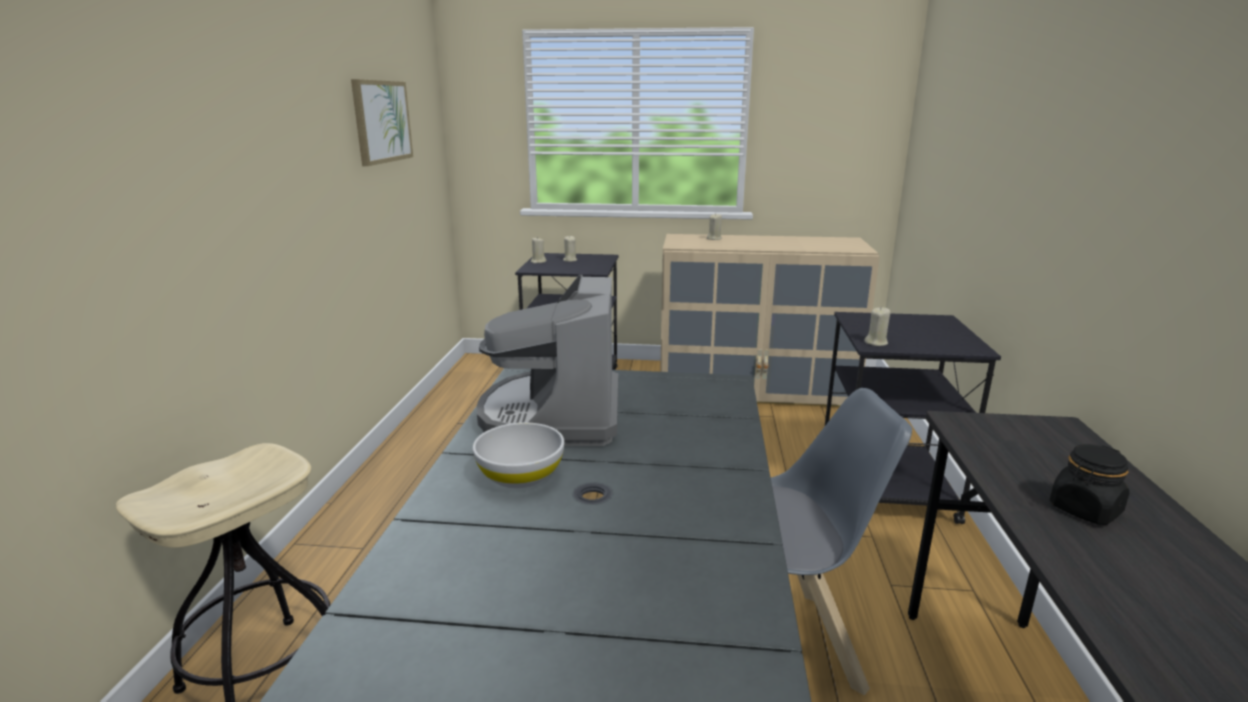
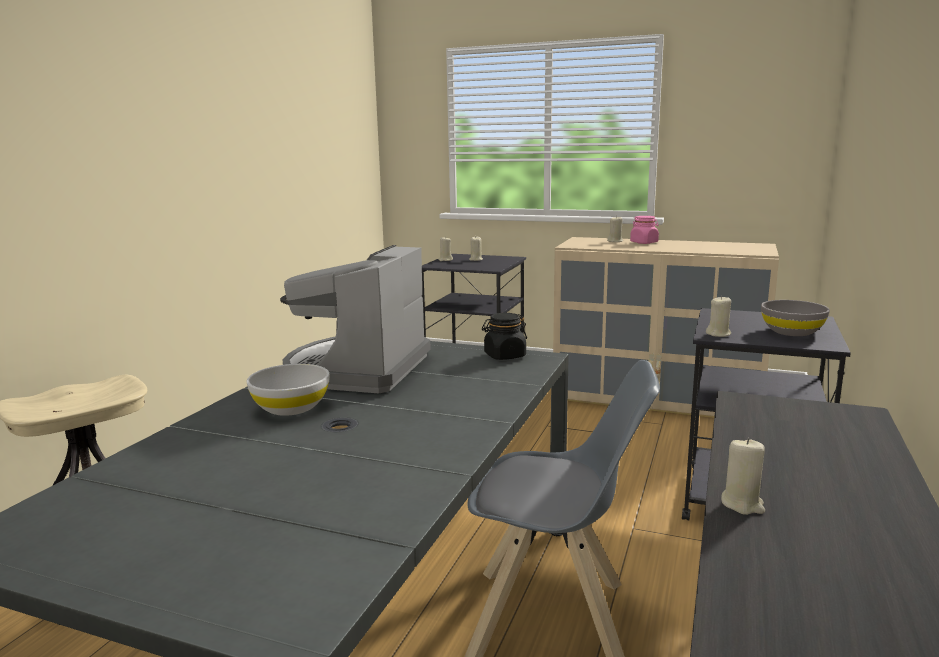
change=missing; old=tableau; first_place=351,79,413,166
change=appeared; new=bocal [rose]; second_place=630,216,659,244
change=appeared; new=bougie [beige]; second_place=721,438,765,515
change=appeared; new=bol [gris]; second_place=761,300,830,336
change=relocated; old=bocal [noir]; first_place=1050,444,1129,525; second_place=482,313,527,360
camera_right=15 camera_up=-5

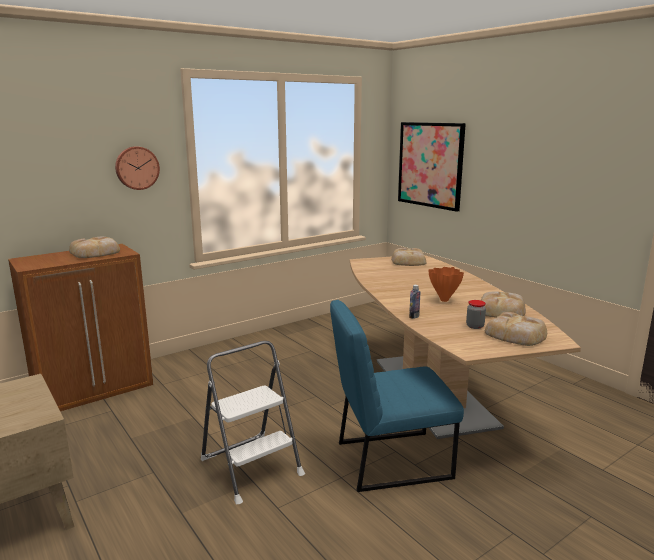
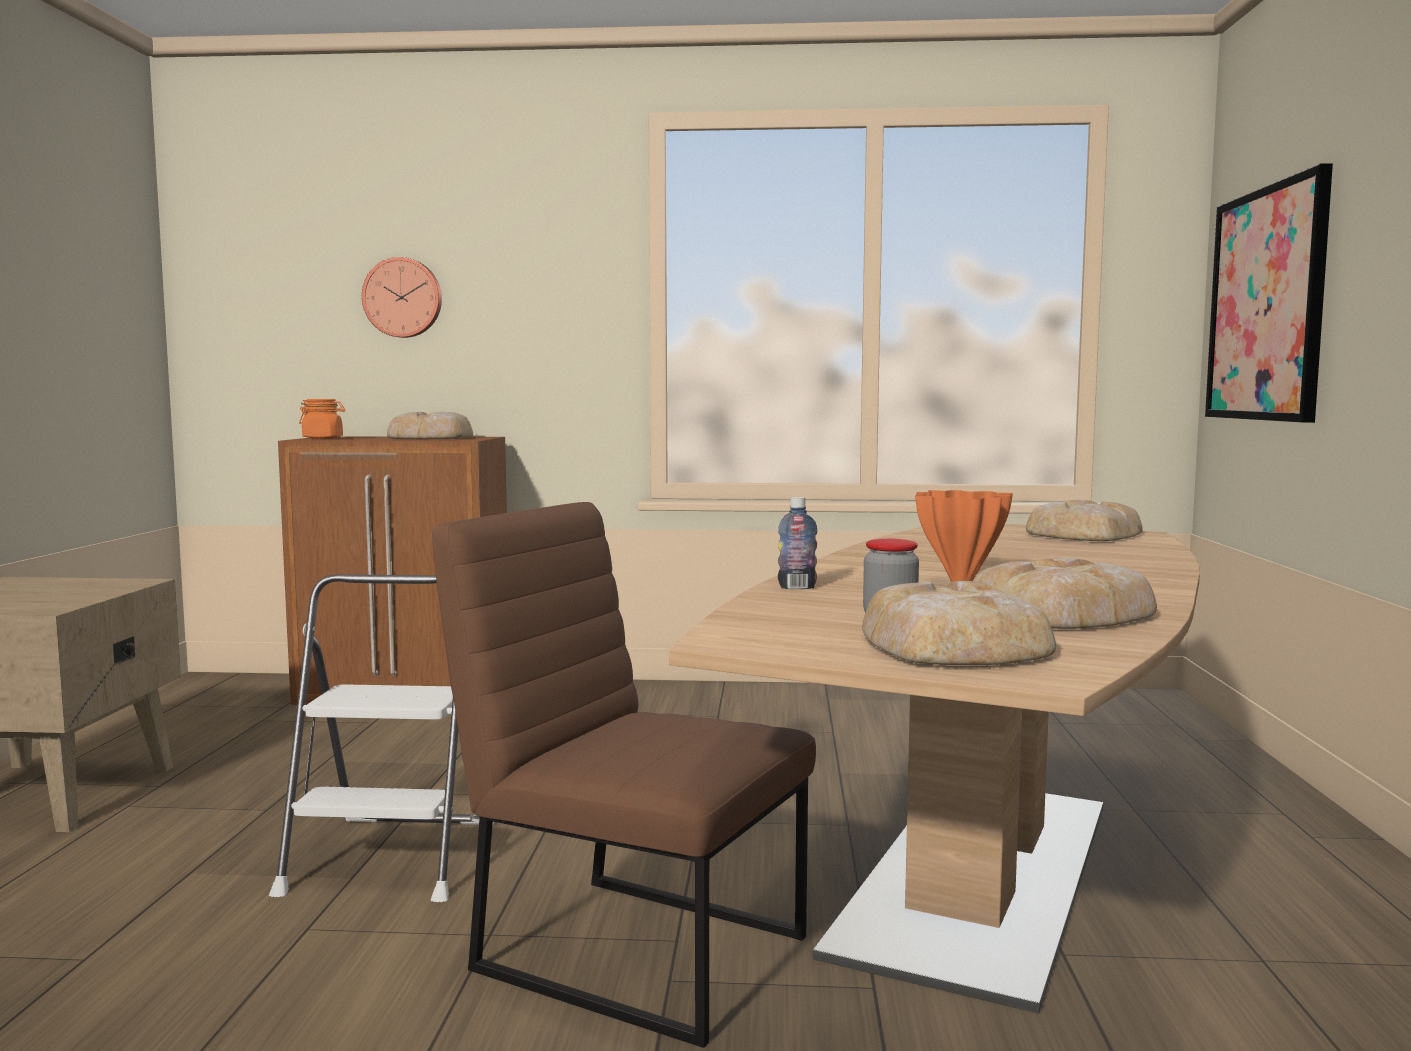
change=appeared; new=bocal [orange]; second_place=299,399,345,439
change=relocated; old=horloge murale; first_place=115,146,160,190; second_place=362,257,442,338
change=colour; old=chaise [bleu]; new=chaise [marron]; first_place=330,300,464,492; second_place=432,502,816,1048
camera_right=40 camera_up=-10

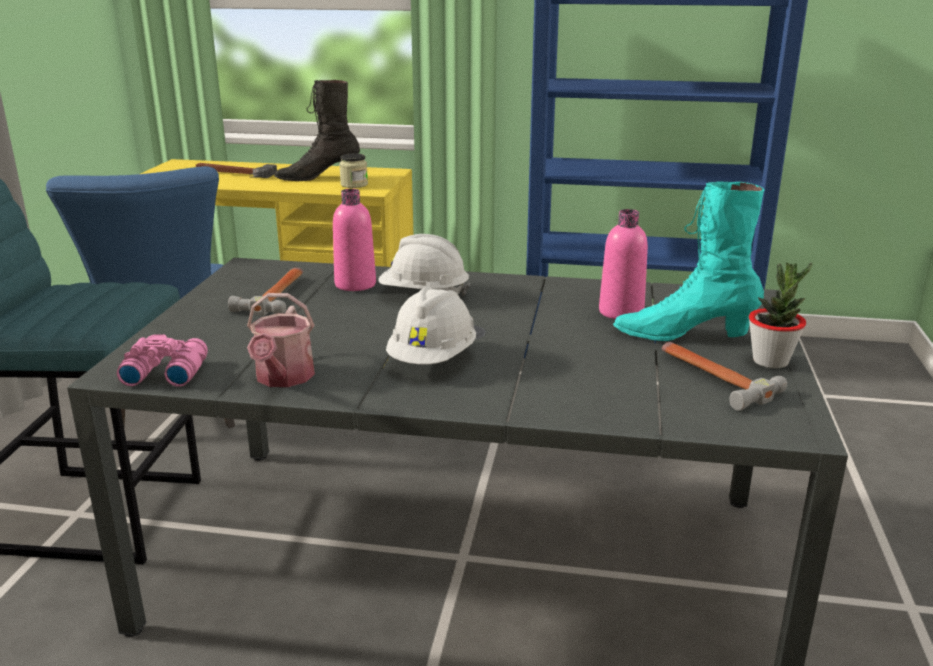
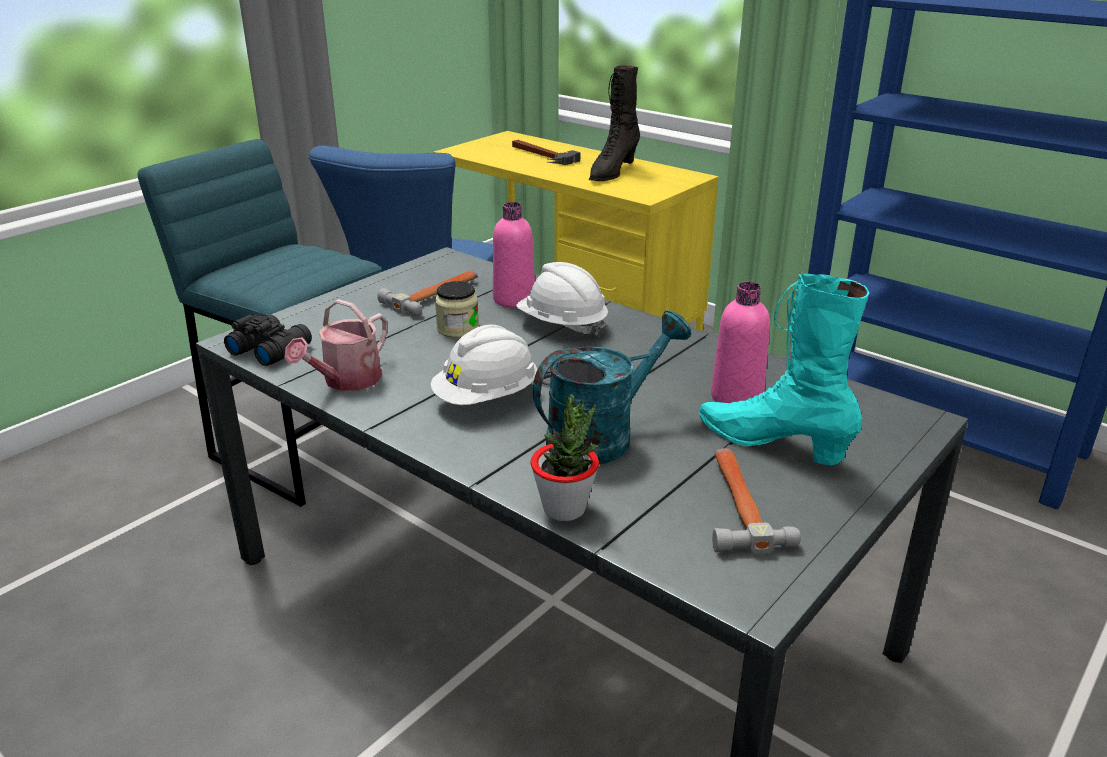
change=appeared; new=arrosoir [turquoise]; second_place=533,310,691,465
change=relocated; old=bocal; first_place=339,153,368,188; second_place=435,281,479,338
change=relocated; old=plante en pot; first_place=749,262,813,368; second_place=530,395,600,521
change=colour; old=jumelles [rose]; new=jumelles [noir]; first_place=117,334,208,387; second_place=224,314,312,366
change=spun; old=botte [noir]; first_place=275,80,360,181; second_place=589,66,640,181; degrees=-75
camera_right=30 camera_up=5

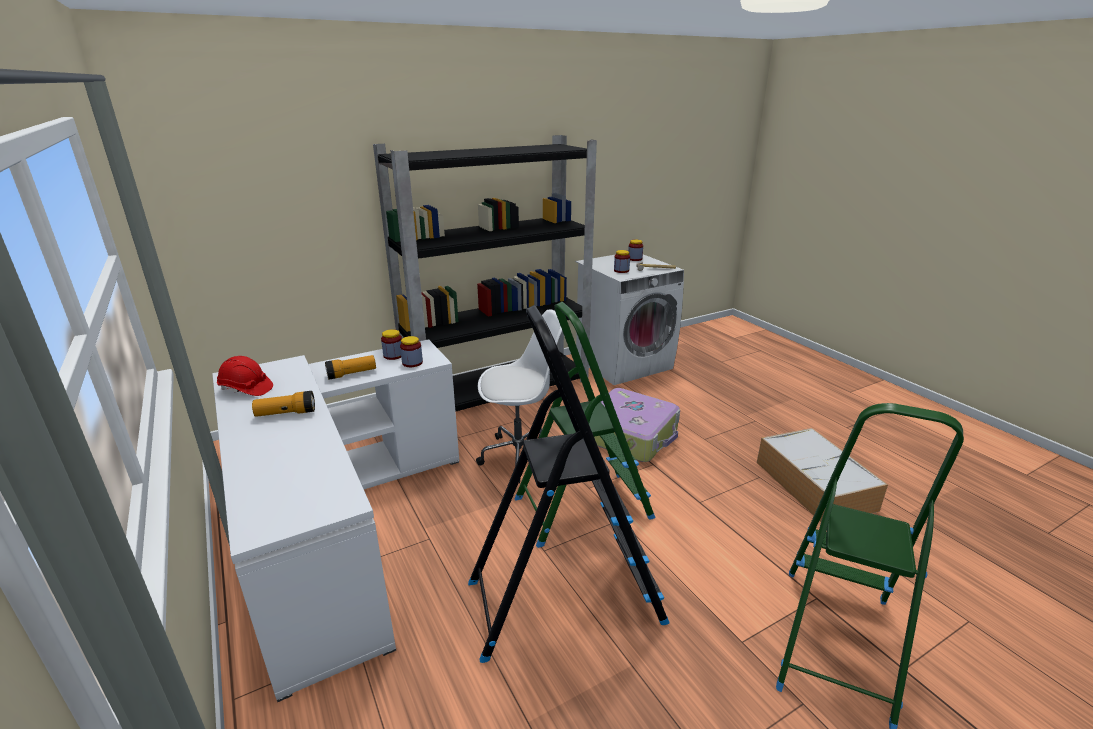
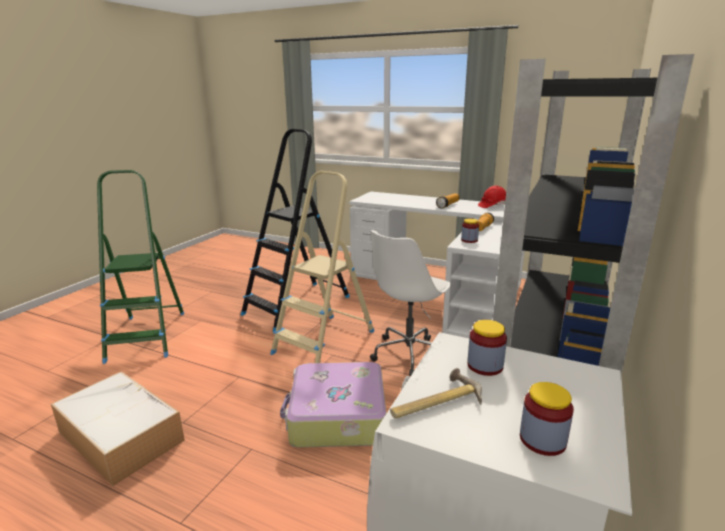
change=missing; old=bocal; first_place=381,329,402,360
change=colour; old=escabeau [vert]; new=escabeau [beige]; first_place=514,302,655,548; second_place=270,171,375,363
camera_right=145 camera_up=-5

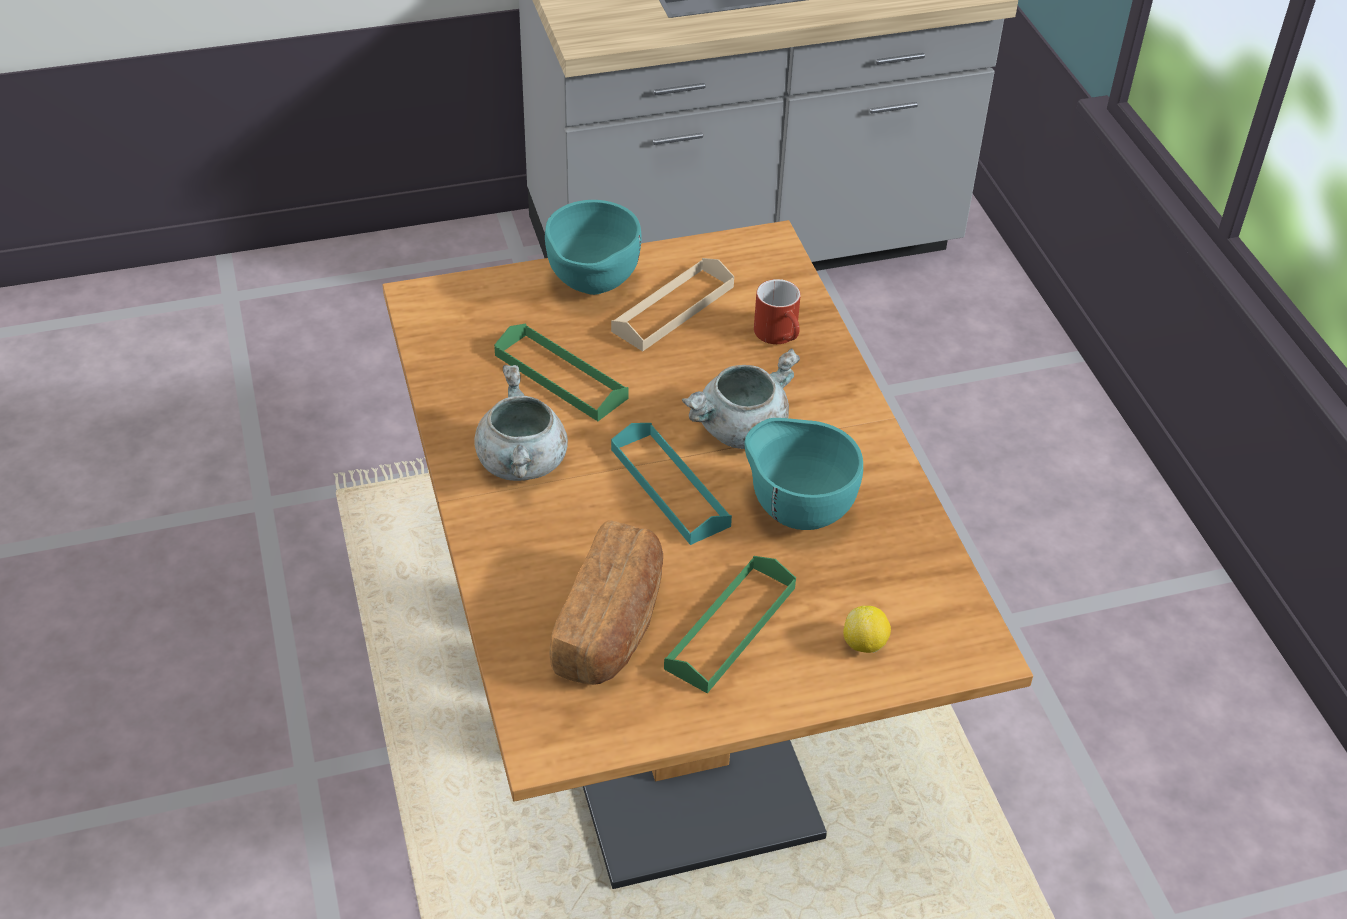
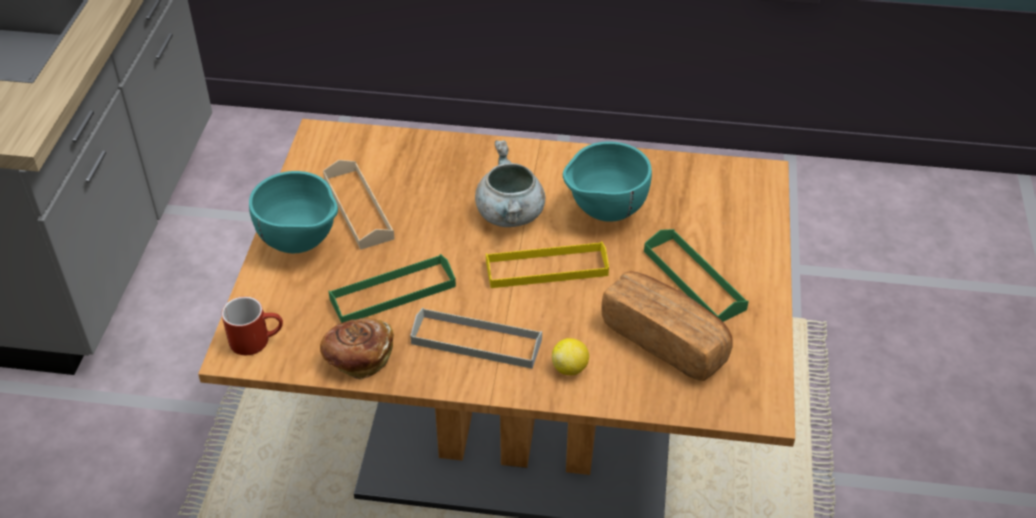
change=appeared; new=pain; second_place=320,318,394,380
change=relocated; old=mug [rouge]; first_place=754,279,801,344; second_place=222,297,283,355
change=relocated; old=citron; first_place=843,606,891,653; second_place=552,338,589,375
change=exchanged; old=marmite [gris]; new=plateau [gris]; first_place=474,365,568,481; second_place=410,307,542,369
change=colour; old=plateau [turquoise]; new=plateau [jaune]; first_place=611,423,732,545; second_place=486,241,609,288
camera_right=-65 camera_up=0

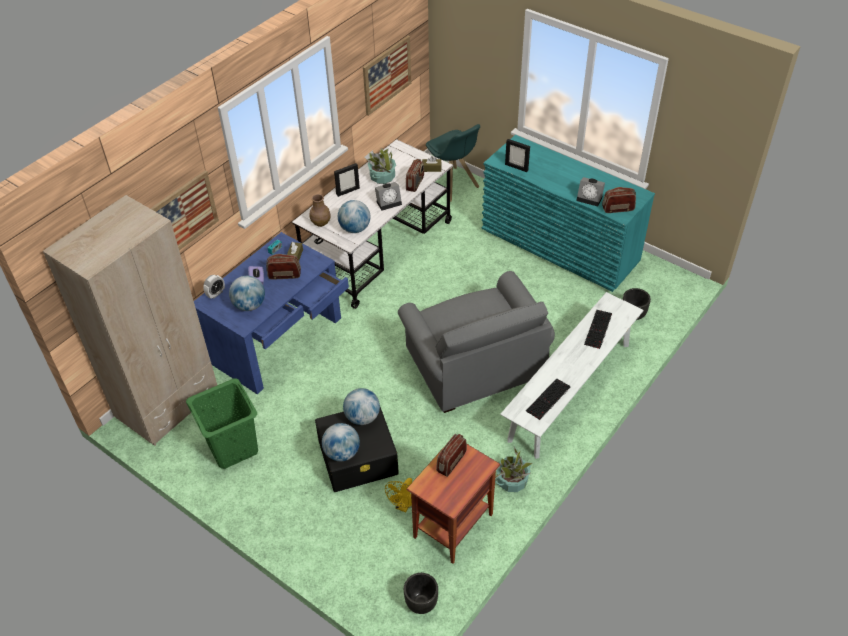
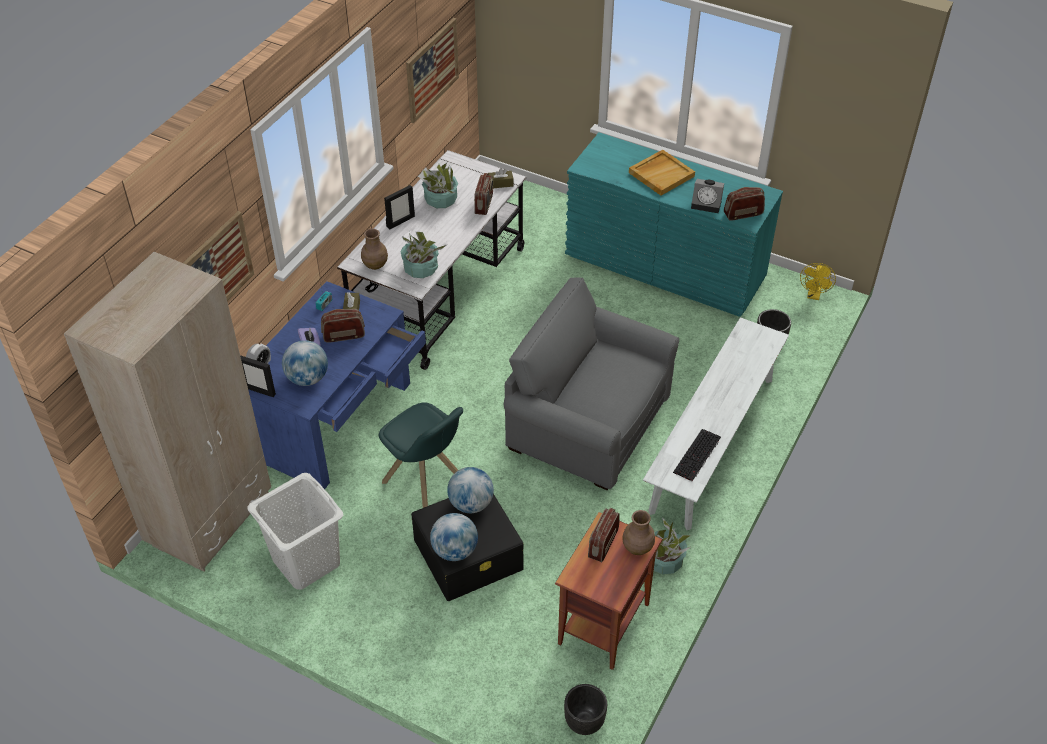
change=missing; old=réveil; first_place=375,182,402,211
change=missing; old=clavier; first_place=584,310,612,349
change=appeared; new=vase [marron]; second_place=622,510,655,555
change=appeared; new=plateau [beige]; second_place=629,150,695,196
change=relocated; old=ventilateur [jaune]; first_place=385,478,412,513; second_place=800,263,836,300
change=relocated; old=chaise [turquoise]; first_place=426,124,480,202; second_place=379,402,463,508
change=relocated; old=cadre photo; first_place=505,139,530,172; second_place=240,355,276,397
change=exchanged; old=globe; new=plante en pot; first_place=338,200,370,233; second_place=400,232,448,278
change=colour; old=panier à linge [vert]; new=panier à linge [blanc]; first_place=186,379,258,469; second_place=247,473,343,590
change=spun; old=fauteuil [gris]; first_place=398,271,555,413; second_place=504,277,679,490; degrees=150
camera_right=-10 camera_up=0

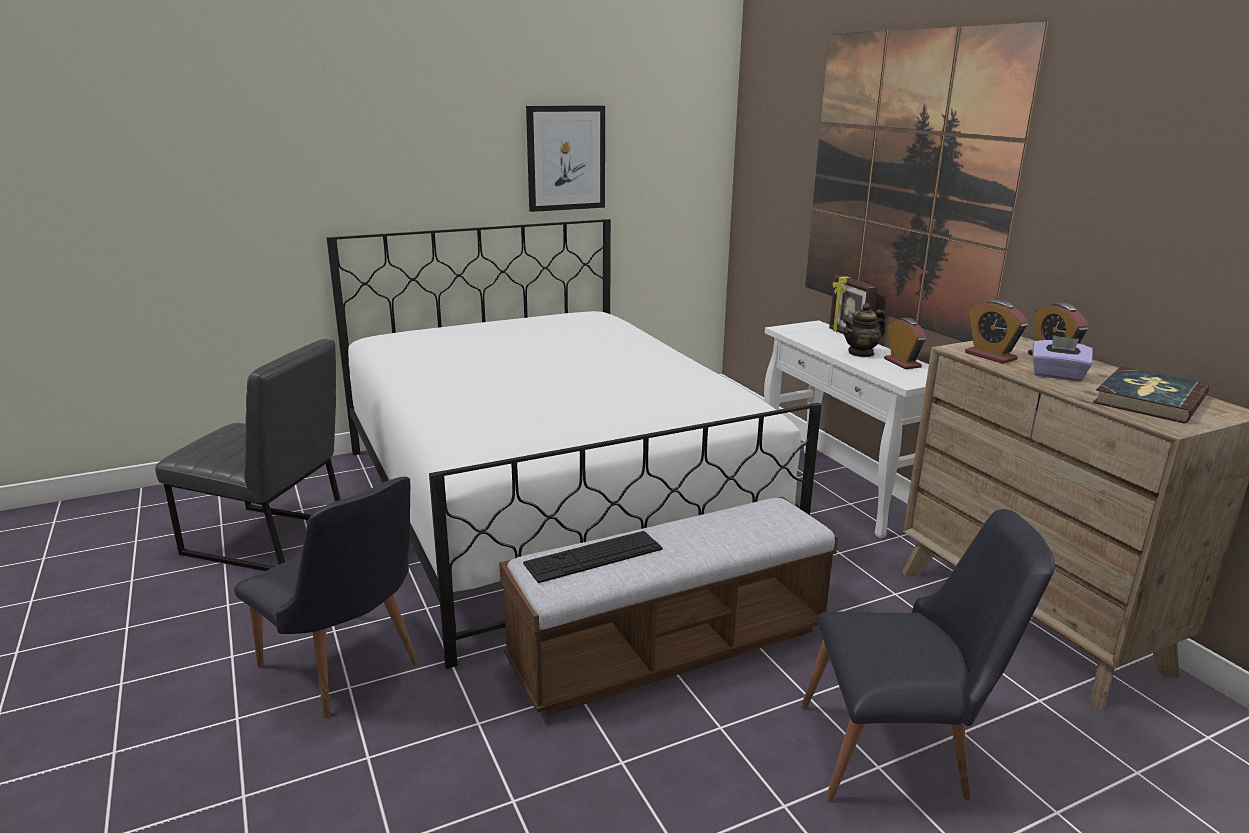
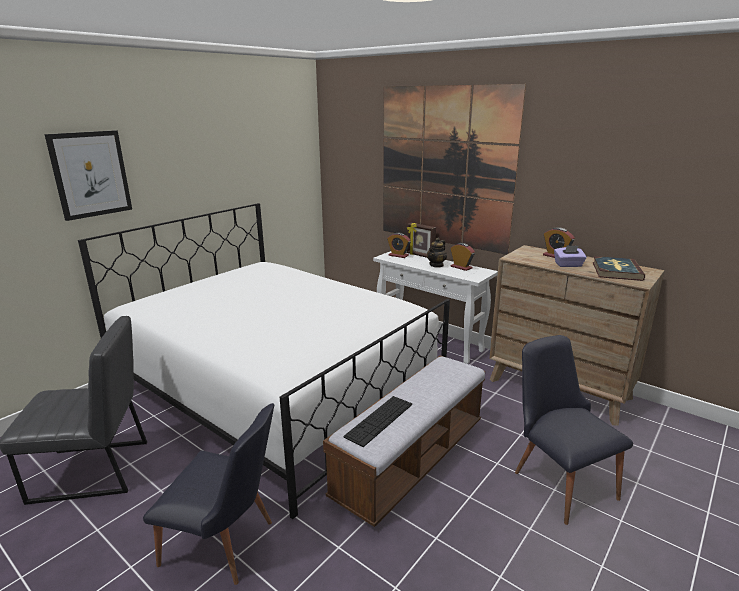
change=relocated; old=tableau; first_place=526,105,605,212; second_place=44,130,132,221
change=relocated; old=réveil; first_place=965,300,1028,364; second_place=387,233,411,258
change=spun; old=chaise [noir]; first_place=801,509,1055,802; second_place=515,335,633,525; degrees=-90
camera_right=-25 camera_up=0

